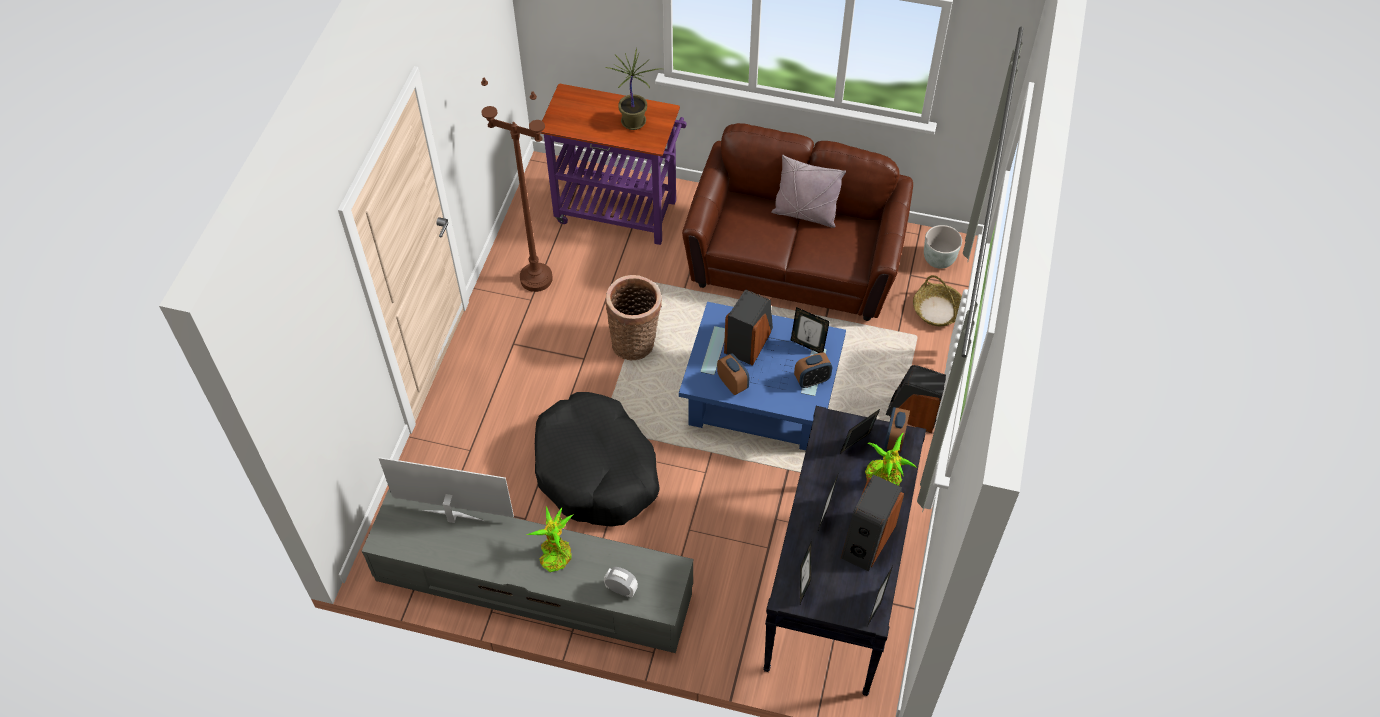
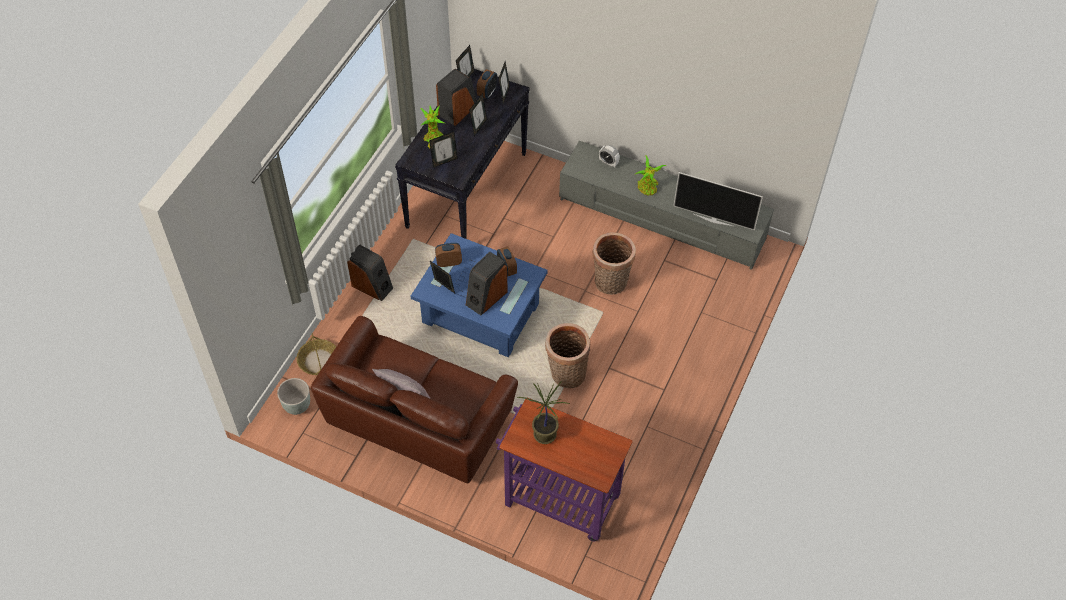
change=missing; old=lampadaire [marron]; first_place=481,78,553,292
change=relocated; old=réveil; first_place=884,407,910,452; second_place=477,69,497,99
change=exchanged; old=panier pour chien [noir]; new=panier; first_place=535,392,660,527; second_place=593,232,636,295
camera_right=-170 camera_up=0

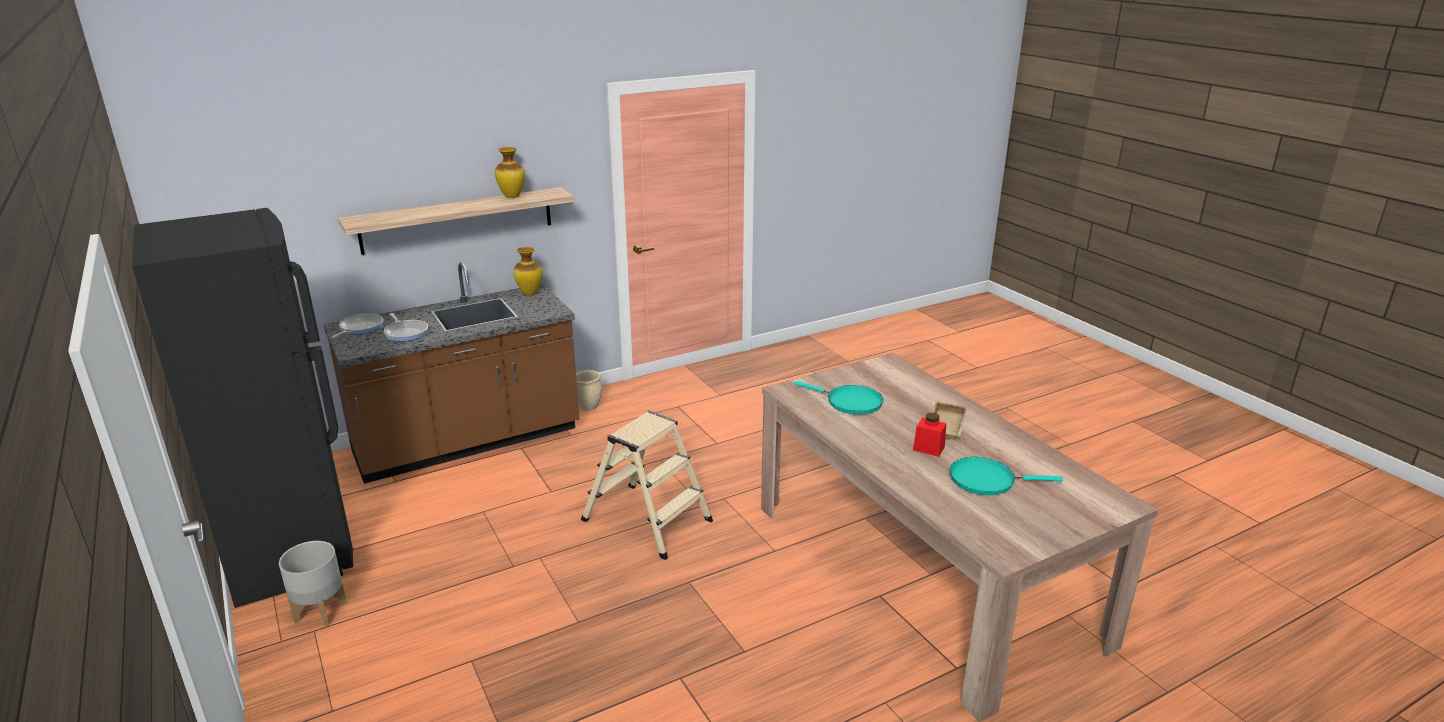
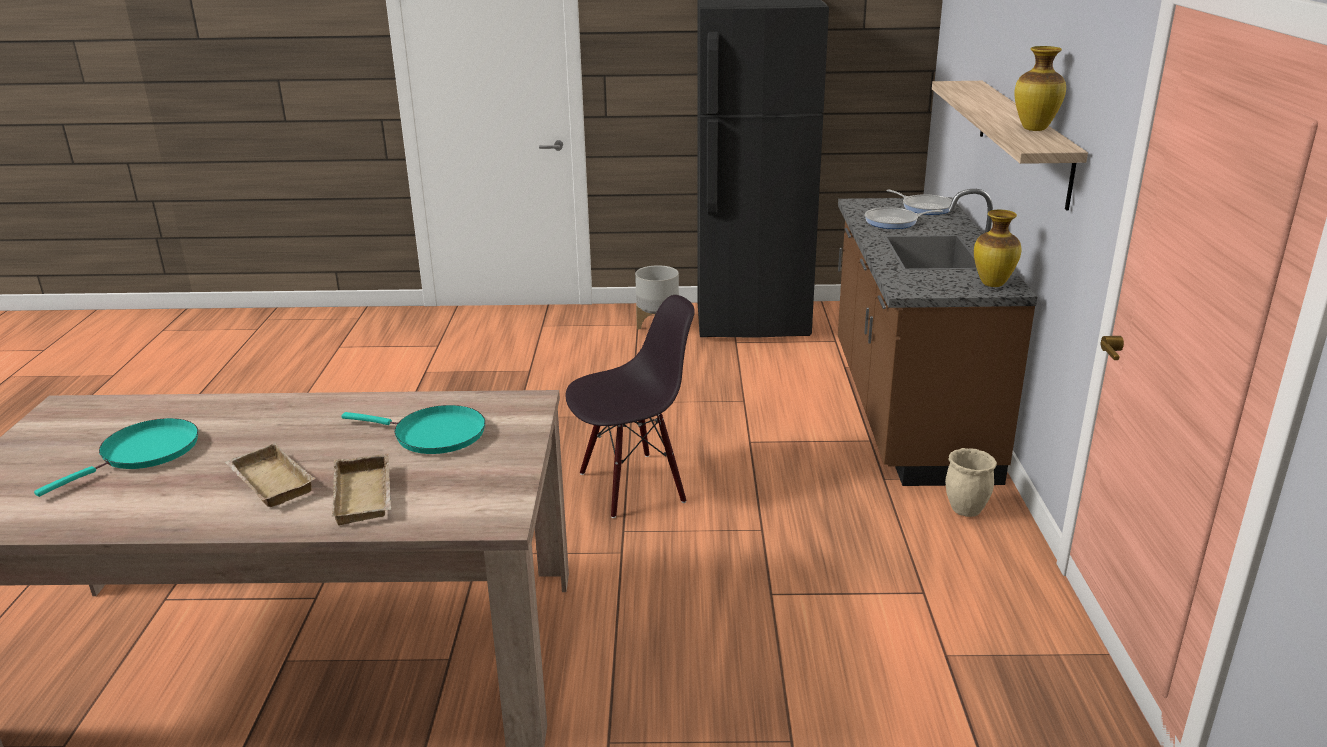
change=missing; old=bocal [rouge]; first_place=913,413,946,457
change=appeared; new=plateau [beige]; second_place=332,454,391,525
change=exchanged; old=escabeau [beige]; new=chaise [noir]; first_place=581,411,713,560; second_place=565,295,695,518
change=spun; old=poêle [turquoise]; first_place=794,381,883,414; second_place=341,405,485,454; degrees=-135
camera_right=120 camera_up=0

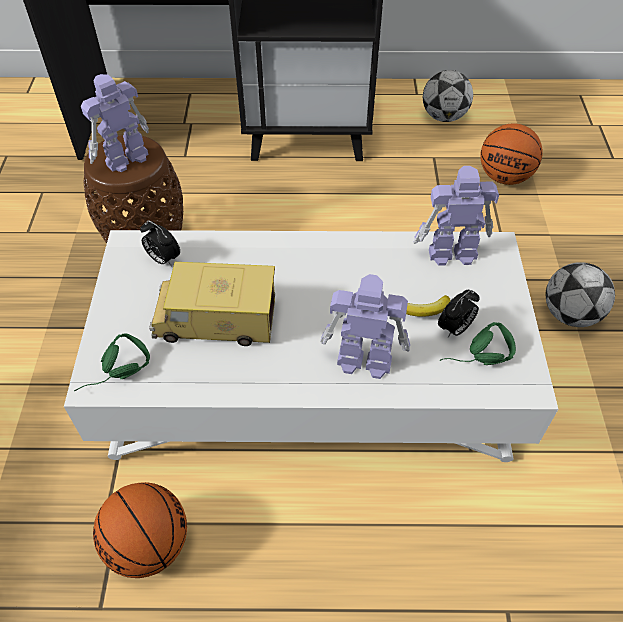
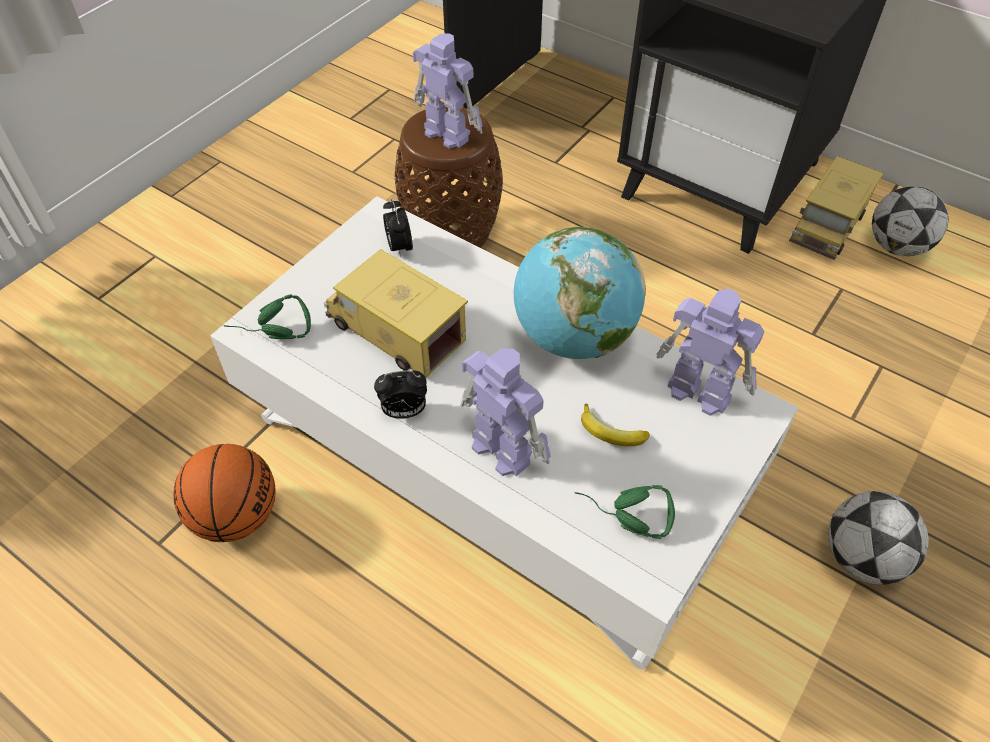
change=missing; old=ballon de basket; first_place=480,123,543,185
change=appeared; new=globe; second_place=514,227,646,359
change=appeared; new=camion jouet; second_place=789,156,884,260
change=relocated; old=réveil; first_place=438,290,480,337; second_place=374,370,427,419
change=spun; old=robot jouet; first_place=81,74,149,172; second_place=413,33,483,148; degrees=45
camera_right=35 camera_up=0

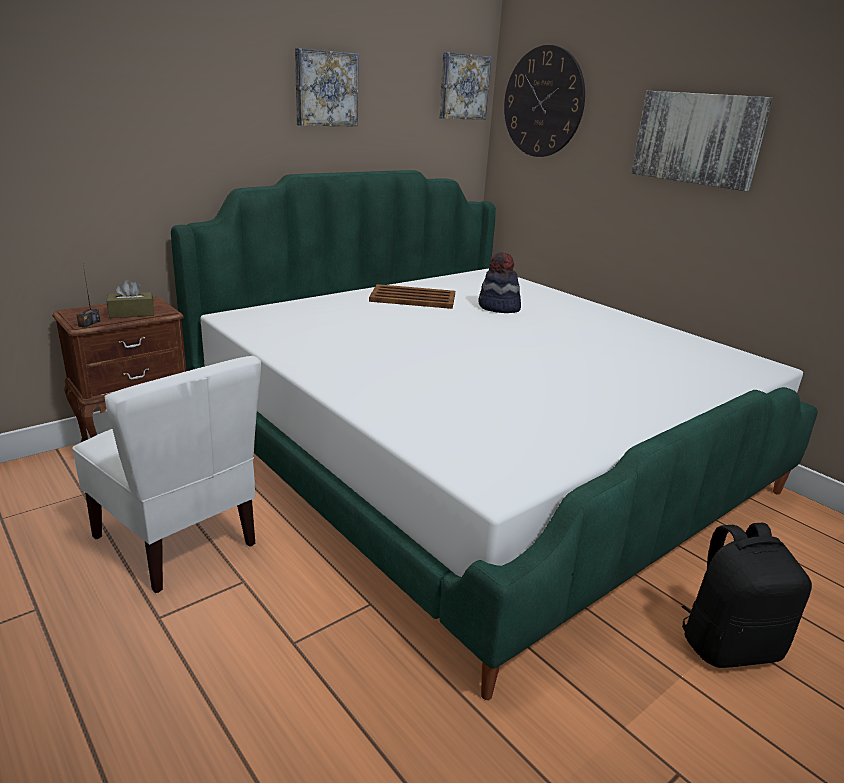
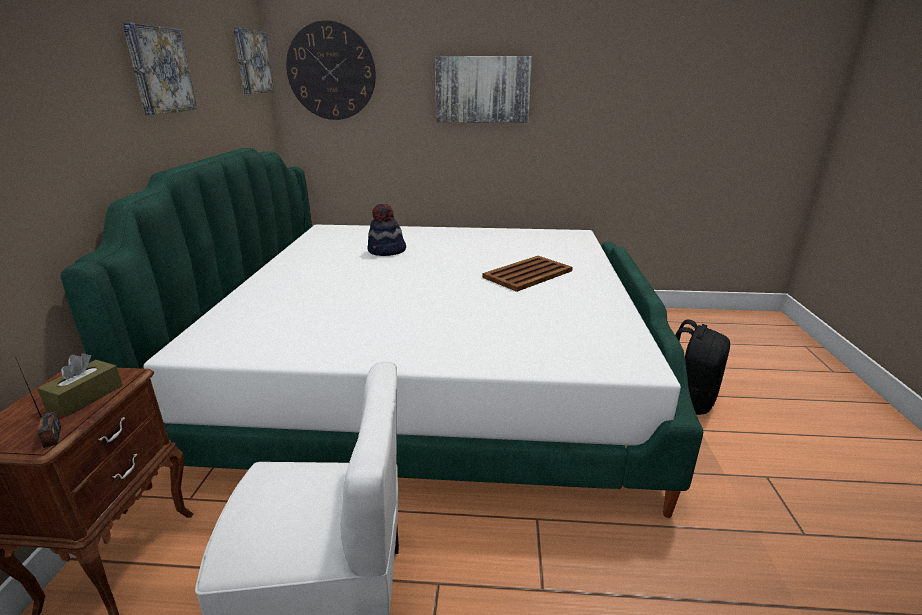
change=relocated; old=plateau [marron]; first_place=369,284,455,309; second_place=482,256,573,292
camera_right=-45 camera_up=0

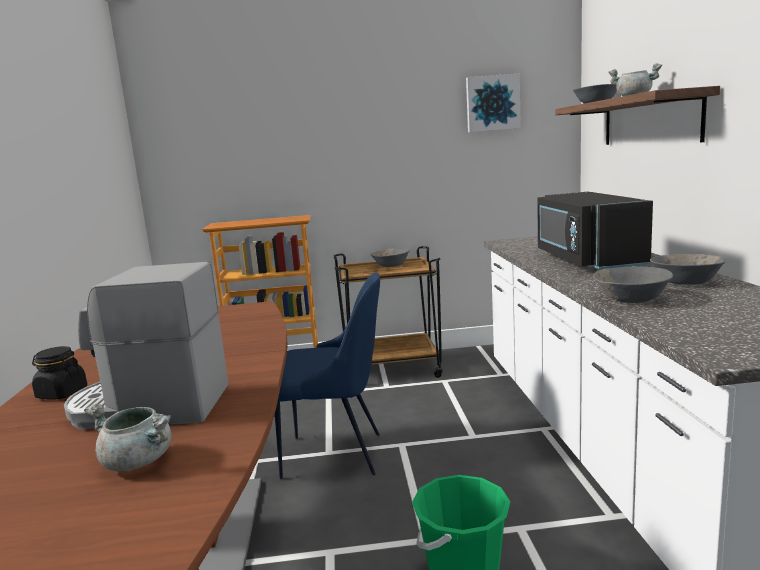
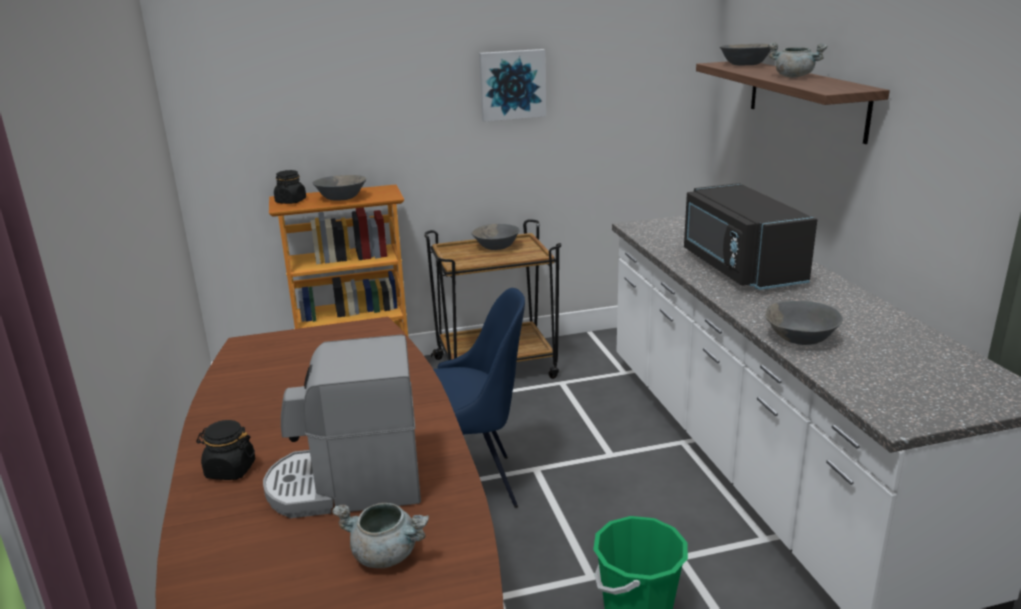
change=appeared; new=bocal [noir]; second_place=274,170,306,204
change=relocated; old=tableau; first_place=466,74,521,132; second_place=479,49,546,122
change=relocated; old=bol [gris]; first_place=650,254,726,285; second_place=313,175,366,200
camera_right=-10 camera_up=10

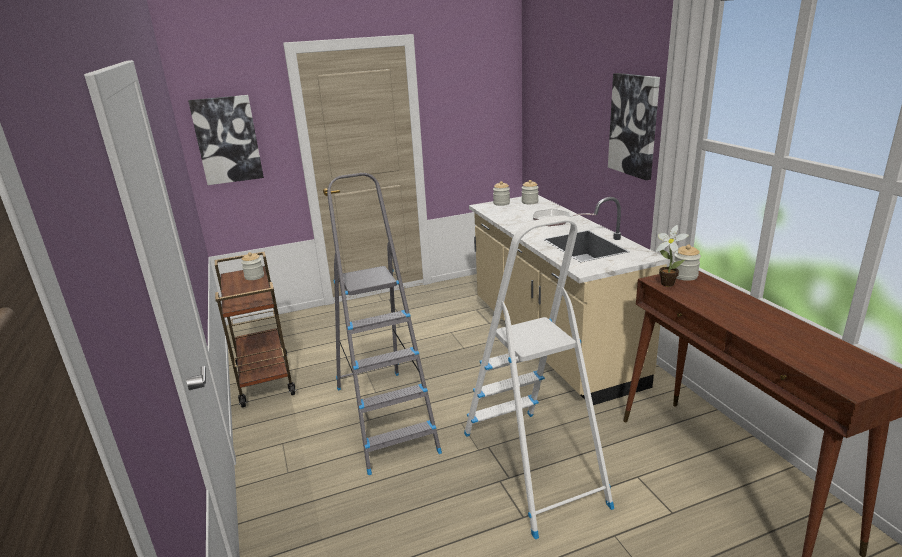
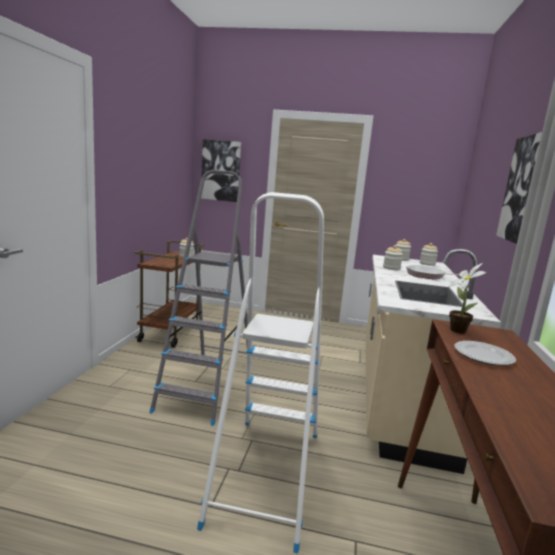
change=appeared; new=assiette; second_place=454,341,516,365
change=relocated; old=bocal; first_place=673,245,701,281; second_place=383,245,403,270
camera_right=30 camera_up=-10

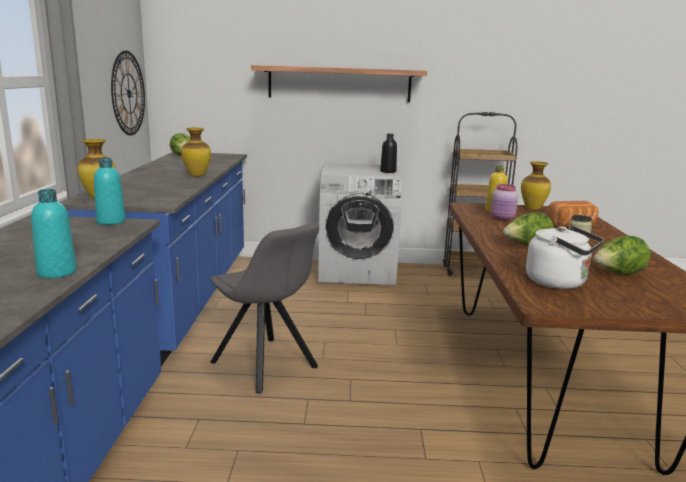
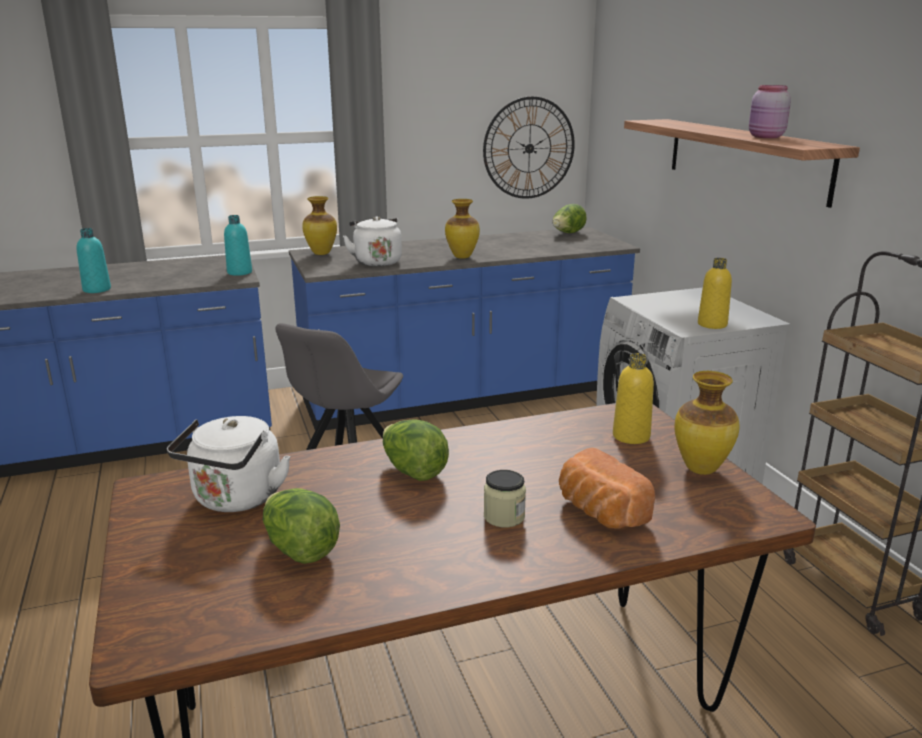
change=appeared; new=bouilloire [blanc]; second_place=343,216,402,267
change=relocated; old=bocal [rose]; first_place=490,184,518,221; second_place=749,85,791,138
change=colour; old=bouteille [noir]; new=bouteille [jaune]; first_place=380,134,397,173; second_place=698,258,732,329
camera_right=70 camera_up=5

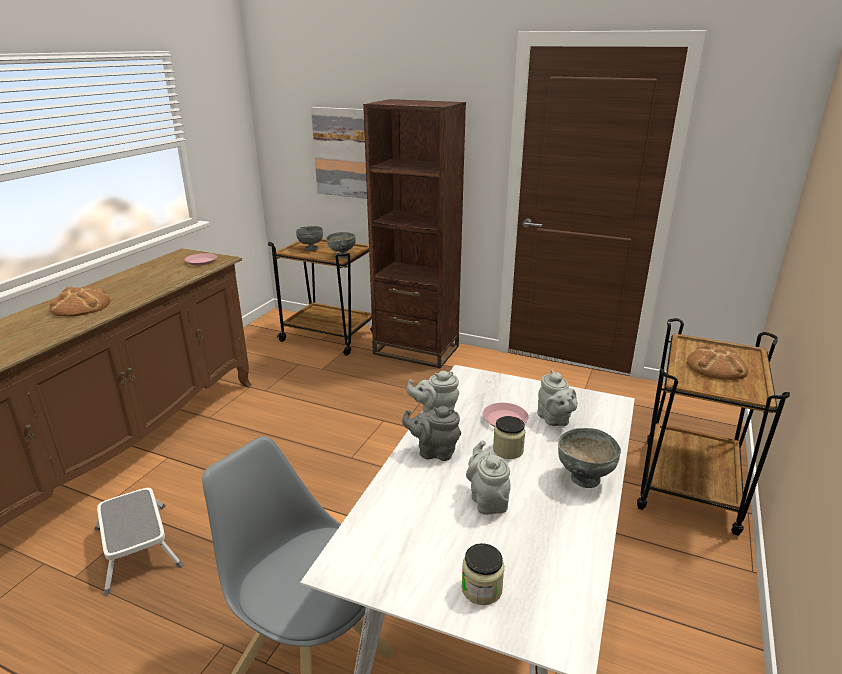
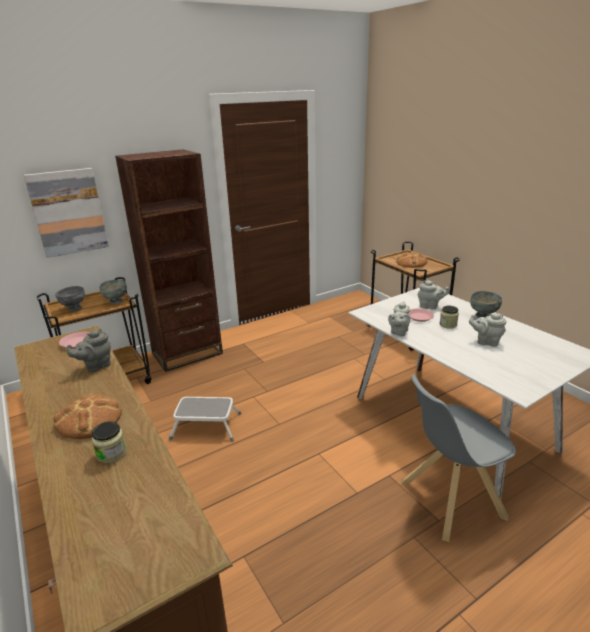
change=relocated; old=escabeau [gris]; first_place=94,488,184,597; second_place=169,397,242,442
change=relocated; old=théière [gris]; first_place=402,406,461,461; second_place=67,329,111,372
change=relocated; old=bocal; first_place=461,543,504,605; second_place=91,422,127,463
camera_right=-55 camera_up=0

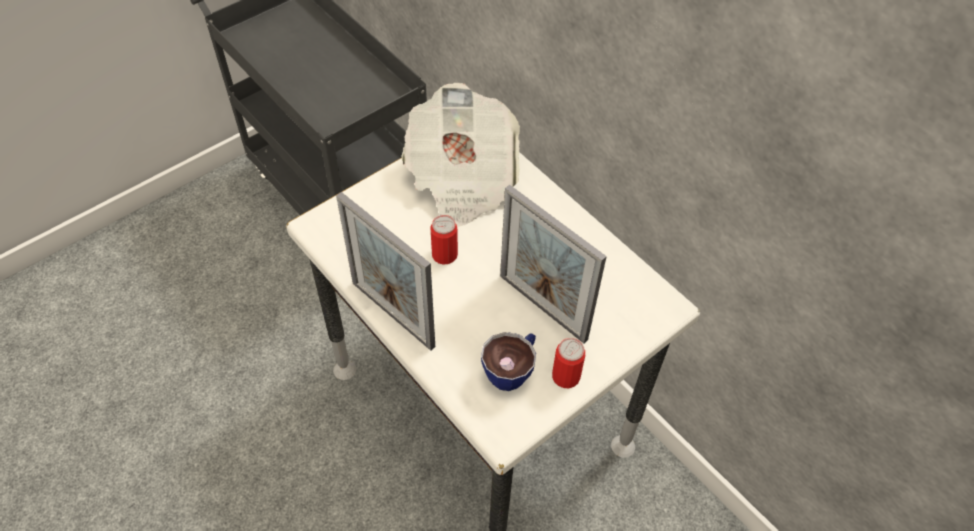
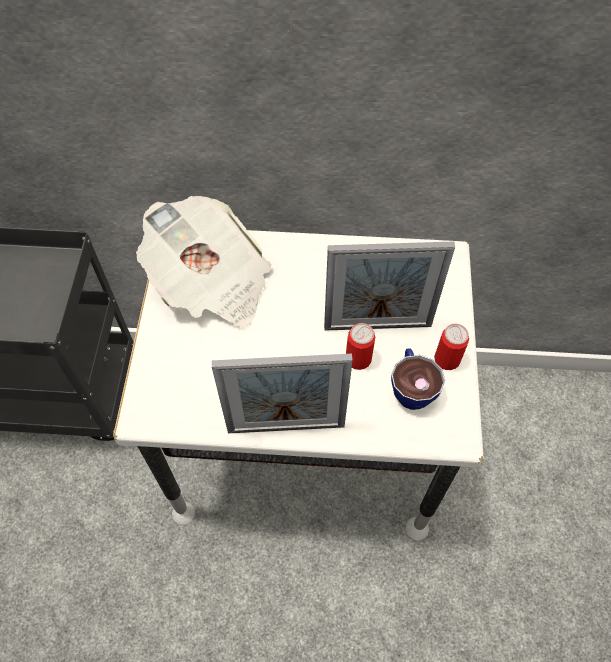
change=relocated; old=boîte métallique; first_place=430,215,458,265; second_place=346,323,375,370
camera_right=-45 camera_up=5

